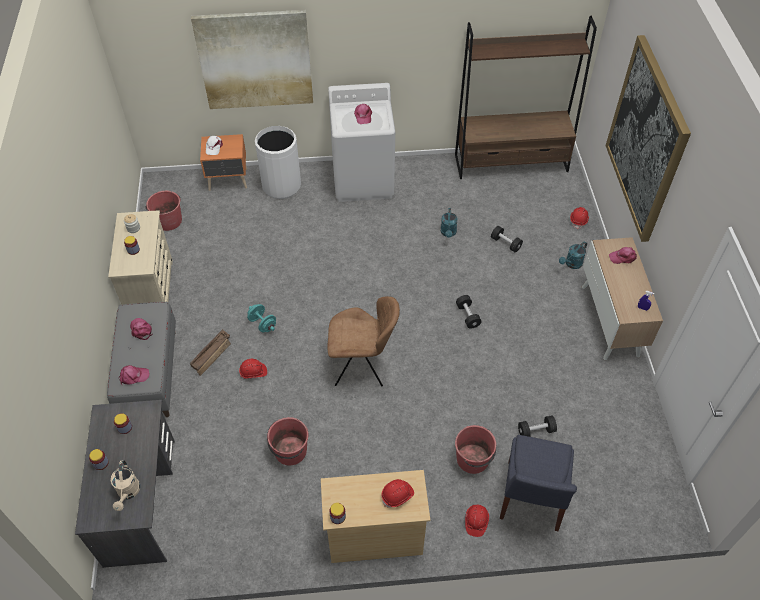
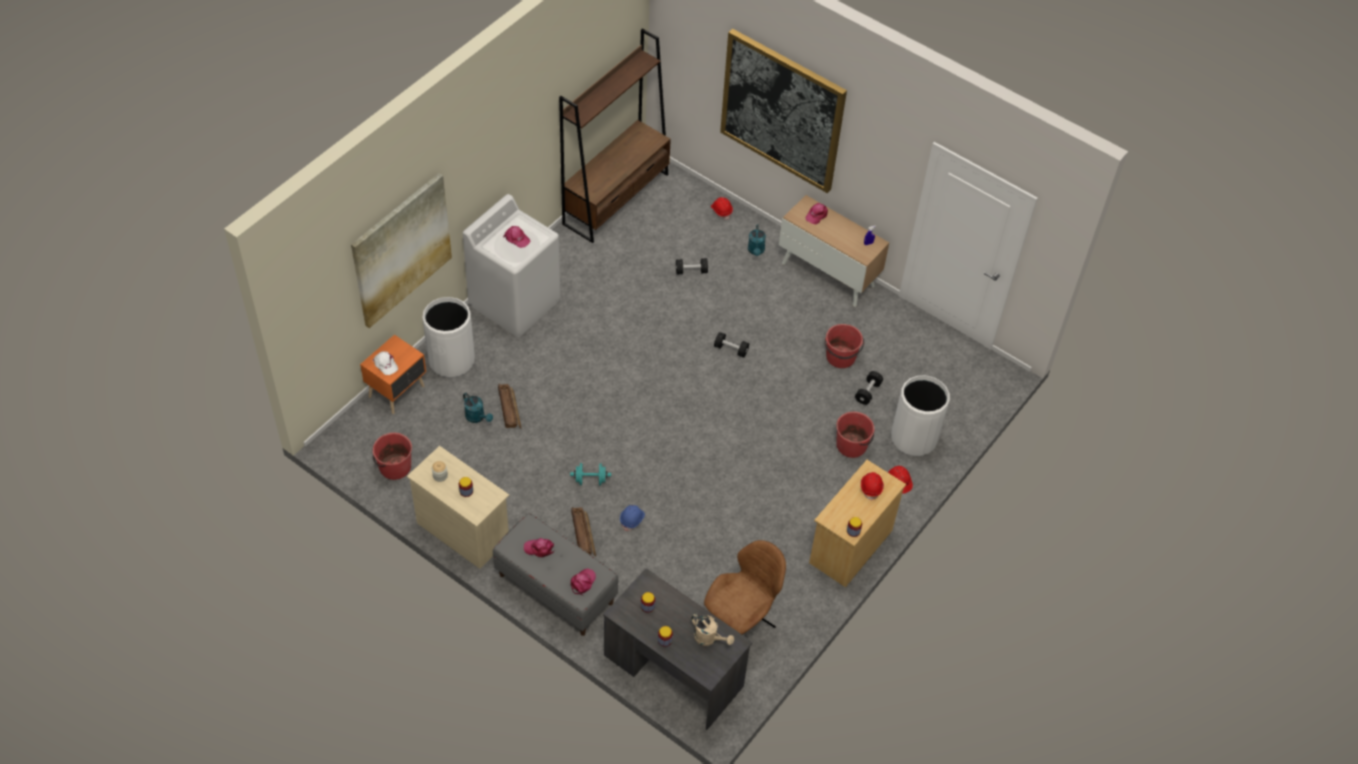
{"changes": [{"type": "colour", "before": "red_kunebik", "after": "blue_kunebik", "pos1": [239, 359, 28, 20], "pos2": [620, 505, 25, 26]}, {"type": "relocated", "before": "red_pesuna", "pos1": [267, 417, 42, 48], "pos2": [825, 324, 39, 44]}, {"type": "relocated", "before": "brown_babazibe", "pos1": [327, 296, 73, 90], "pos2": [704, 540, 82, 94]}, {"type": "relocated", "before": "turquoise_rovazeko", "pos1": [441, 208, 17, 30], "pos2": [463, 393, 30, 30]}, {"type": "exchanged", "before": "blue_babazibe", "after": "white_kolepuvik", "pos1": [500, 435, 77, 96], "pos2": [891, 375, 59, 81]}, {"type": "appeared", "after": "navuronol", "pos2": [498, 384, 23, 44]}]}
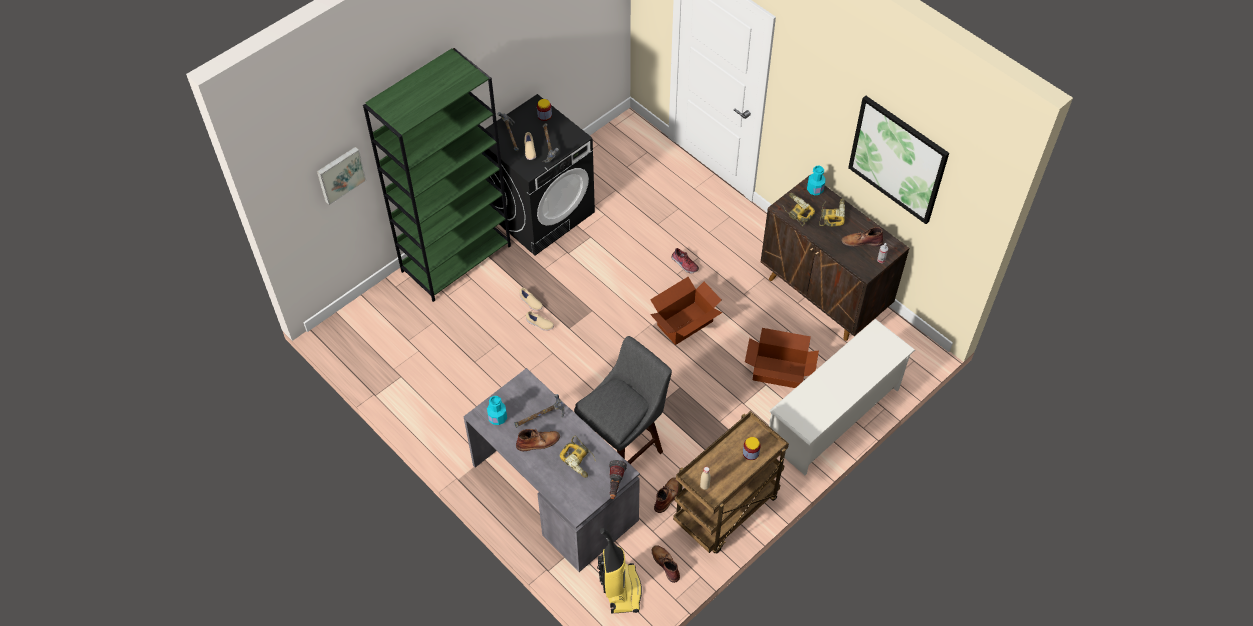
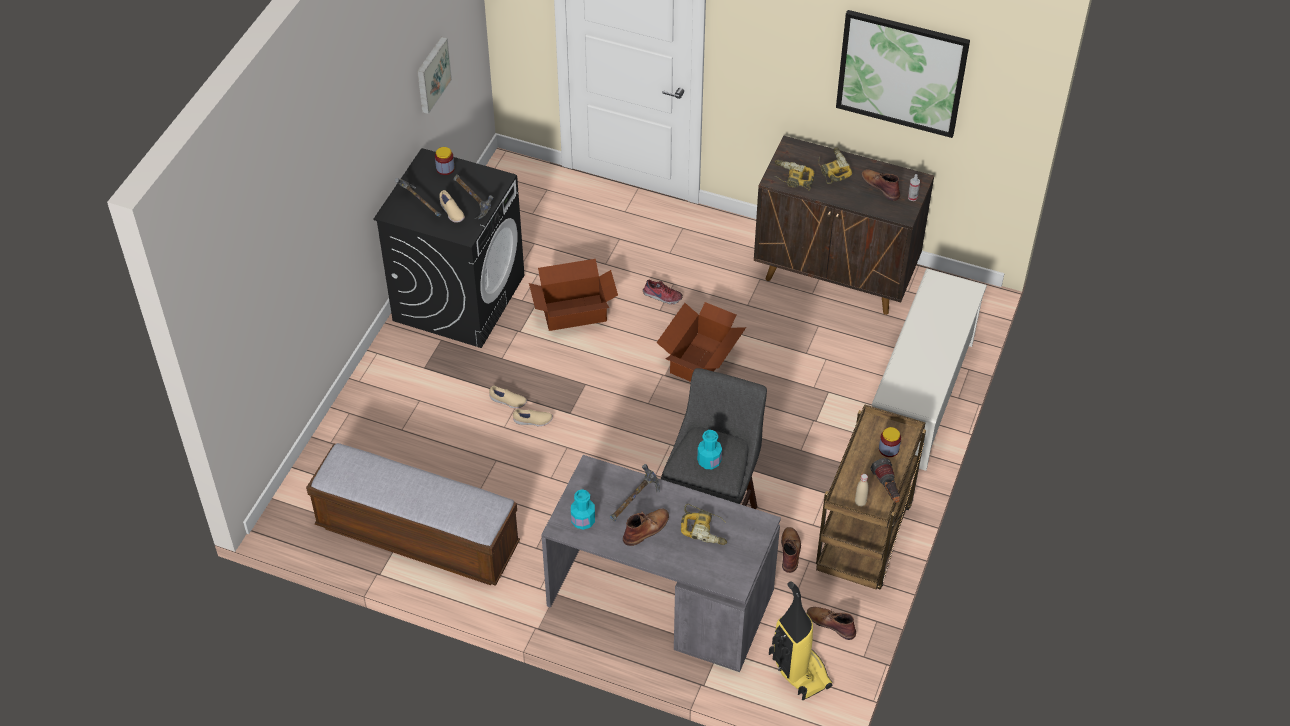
{"changes": [{"type": "relocated", "before": "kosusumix", "pos1": [317, 147, 50, 58], "pos2": [417, 37, 35, 77]}, {"type": "missing", "before": "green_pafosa", "pos1": [363, 48, 148, 254]}, {"type": "relocated", "before": "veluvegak", "pos1": [609, 460, 18, 39], "pos2": [870, 458, 30, 45]}, {"type": "relocated", "before": "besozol", "pos1": [745, 328, 74, 60], "pos2": [529, 259, 89, 72]}, {"type": "relocated", "before": "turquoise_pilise", "pos1": [807, 165, 19, 30], "pos2": [697, 430, 25, 39]}, {"type": "spun", "before": "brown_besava", "pos1": [841, 227, 42, 20], "pos2": [862, 169, 38, 32], "turn": 75}, {"type": "appeared", "after": "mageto", "pos2": [306, 443, 214, 143]}]}
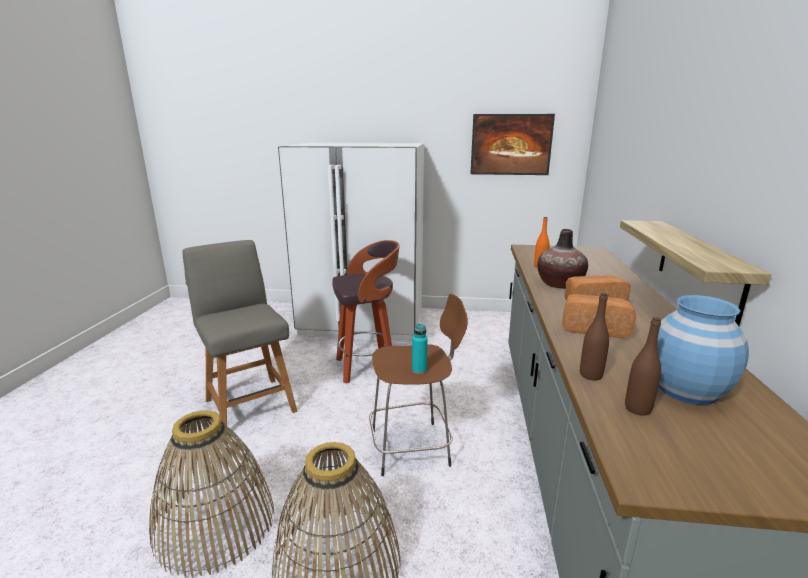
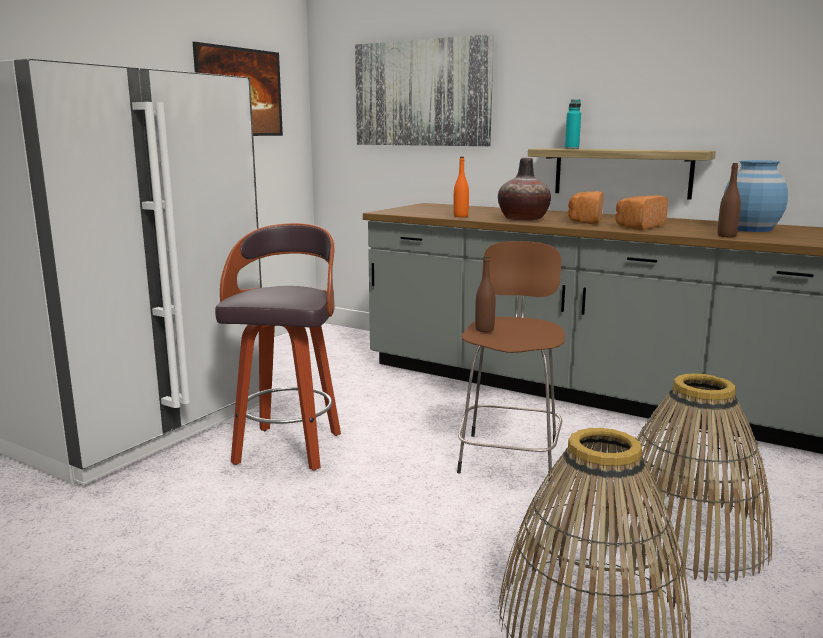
{"changes": [{"type": "missing", "before": "grey_babazibe", "pos1": [183, 240, 114, 186]}, {"type": "relocated", "before": "turquoise_pilise", "pos1": [412, 324, 15, 50], "pos2": [565, 99, 16, 50]}, {"type": "relocated", "before": "brown_pilise", "pos1": [625, 317, 36, 99], "pos2": [475, 256, 21, 76]}, {"type": "appeared", "after": "kosusumix", "pos2": [355, 34, 139, 112]}]}
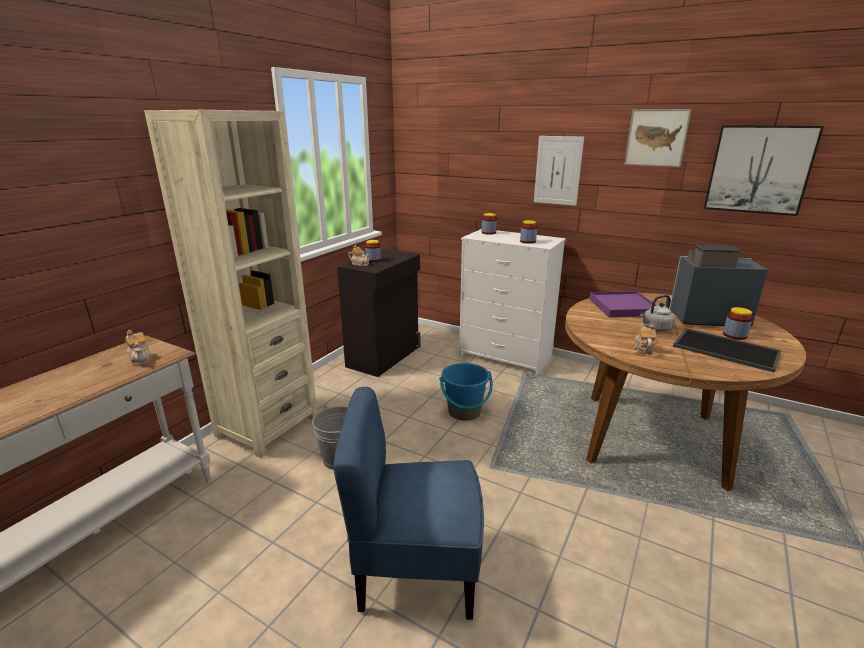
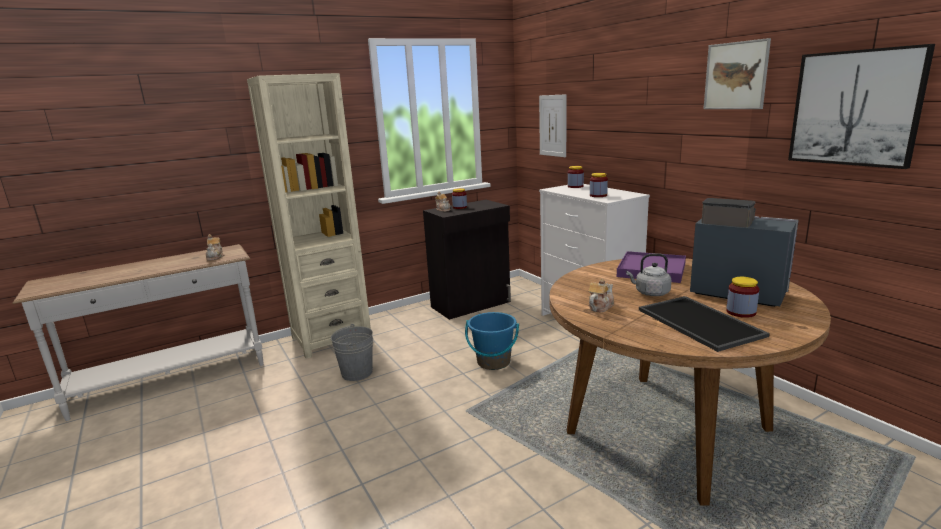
{"changes": [{"type": "missing", "before": "blue_babazibe", "pos1": [333, 387, 151, 233]}, {"type": "relocated", "before": "kosusumix", "pos1": [534, 136, 50, 70], "pos2": [539, 94, 28, 63]}]}
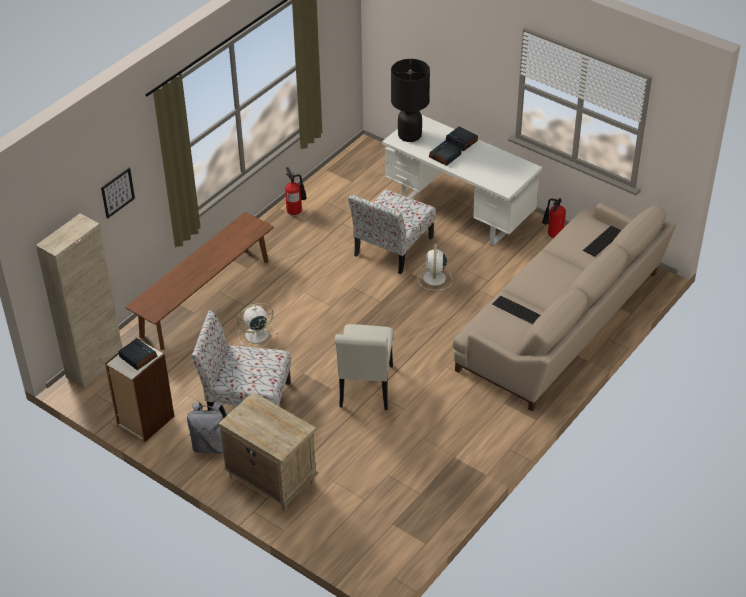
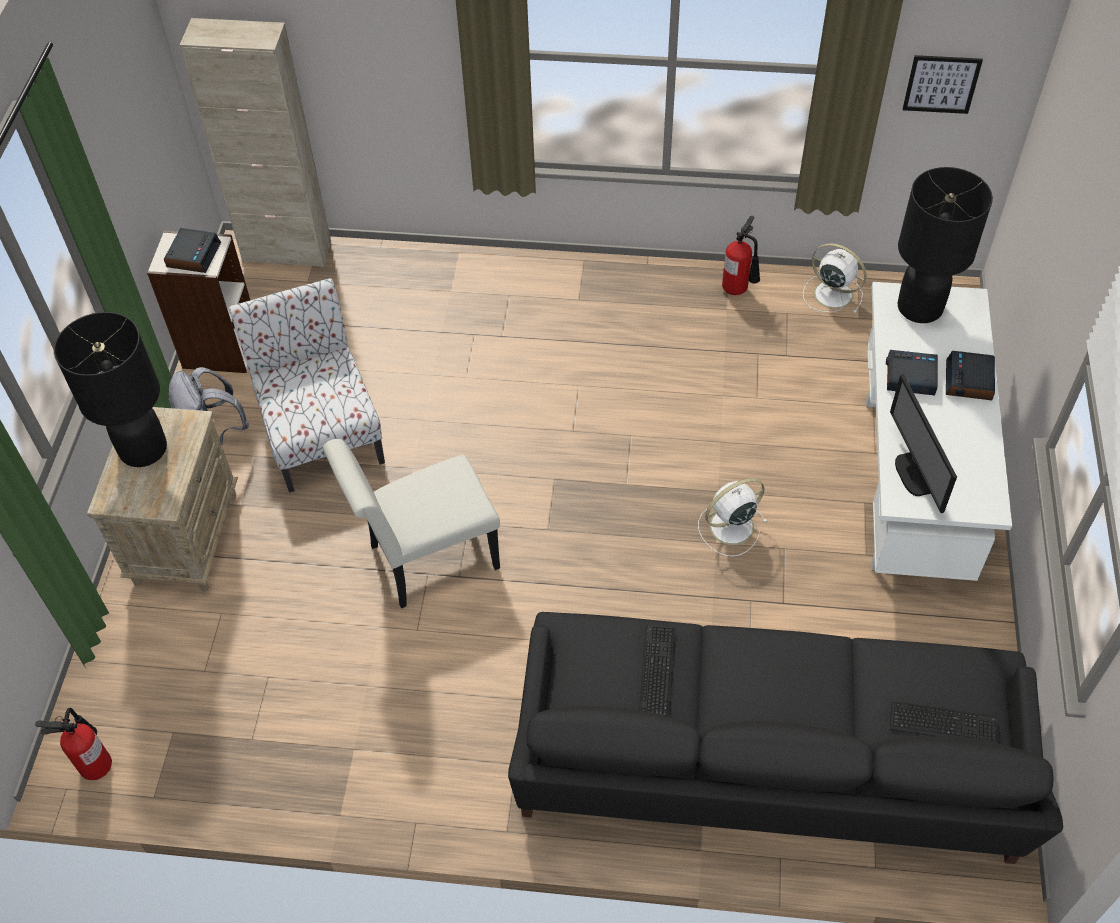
{"changes": [{"type": "relocated", "before": "kosusumix", "pos1": [101, 168, 34, 51], "pos2": [903, 55, 80, 59]}, {"type": "missing", "before": "brown_mageto", "pos1": [125, 212, 149, 138]}, {"type": "relocated", "before": "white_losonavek", "pos1": [237, 303, 41, 45], "pos2": [803, 243, 63, 70]}, {"type": "missing", "before": "babazibe", "pos1": [348, 190, 88, 84]}, {"type": "colour", "before": "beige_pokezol", "after": "black_pokezol", "pos1": [453, 203, 223, 208], "pos2": [508, 612, 555, 252]}, {"type": "relocated", "before": "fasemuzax", "pos1": [542, 198, 24, 40], "pos2": [35, 708, 77, 72]}, {"type": "appeared", "after": "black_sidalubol", "pos2": [54, 312, 113, 155]}, {"type": "appeared", "after": "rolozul", "pos2": [890, 374, 67, 139]}]}
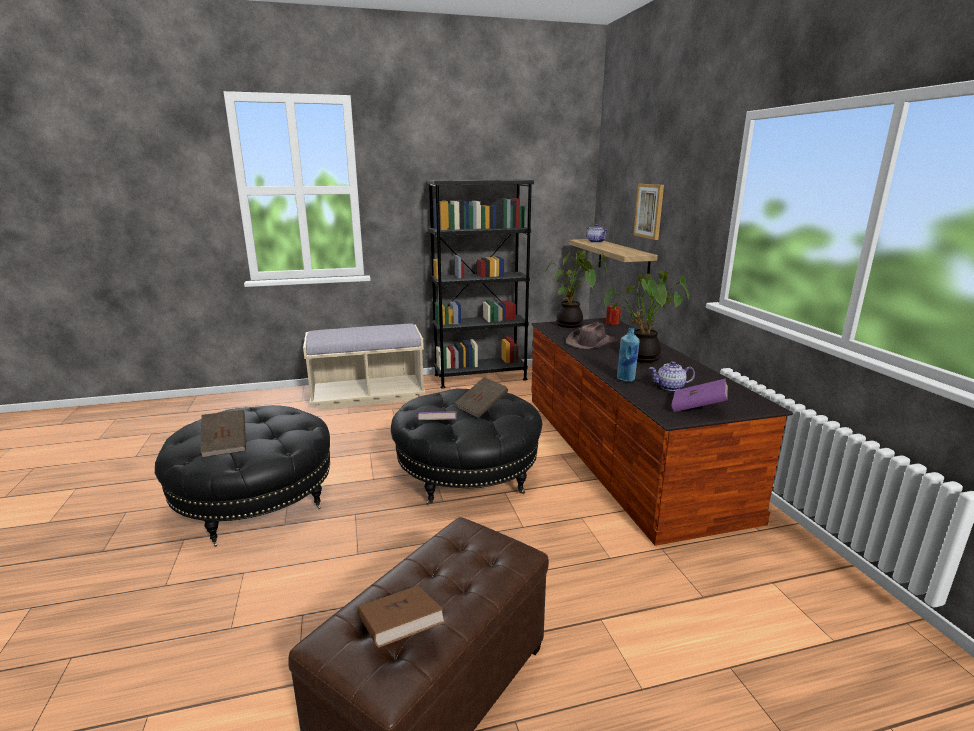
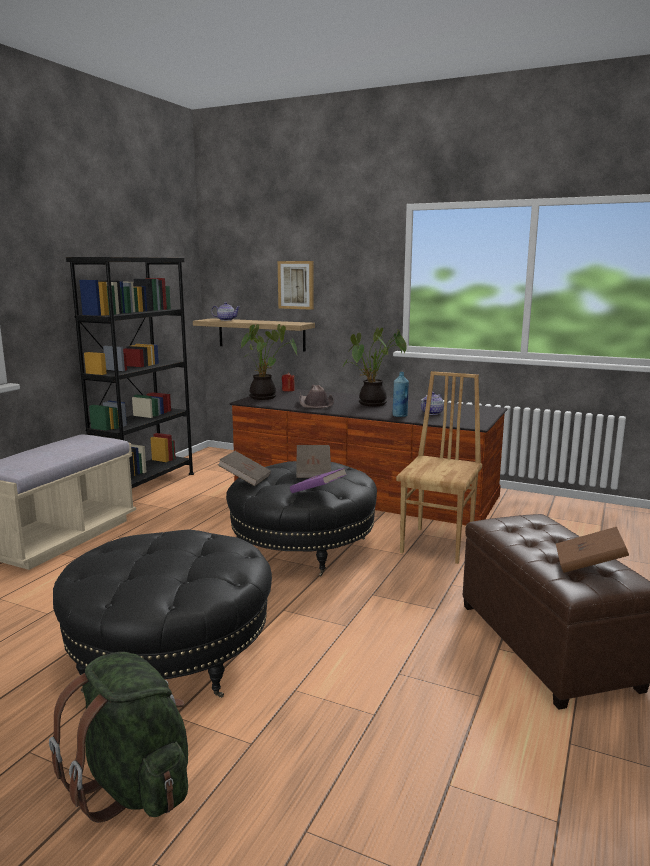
{"changes": [{"type": "relocated", "before": "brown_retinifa", "pos1": [200, 410, 46, 48], "pos2": [218, 451, 53, 35]}, {"type": "missing", "before": "purple_retinifa", "pos1": [672, 379, 56, 33]}, {"type": "appeared", "after": "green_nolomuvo", "pos2": [49, 652, 139, 171]}, {"type": "appeared", "after": "brown_babazibe", "pos2": [396, 371, 86, 193]}]}
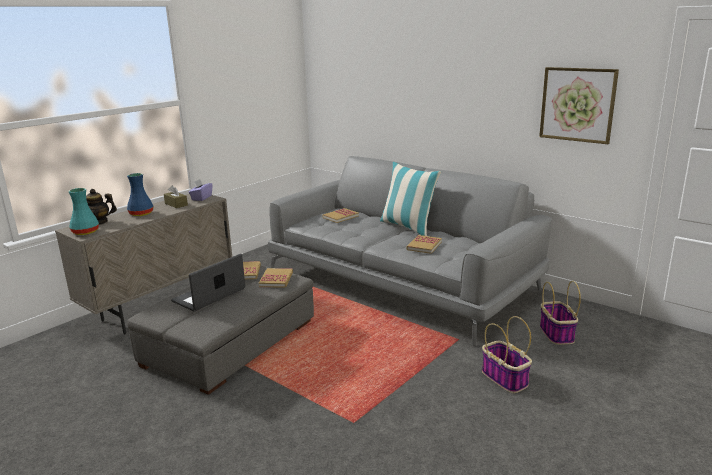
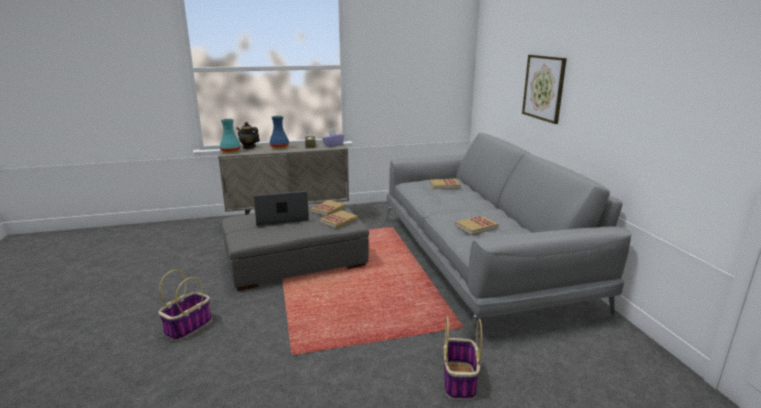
{"changes": [{"type": "missing", "before": "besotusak", "pos1": [380, 162, 61, 74]}, {"type": "relocated", "before": "kosusumix", "pos1": [539, 67, 80, 77], "pos2": [522, 55, 45, 69]}, {"type": "relocated", "before": "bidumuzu", "pos1": [540, 281, 41, 64], "pos2": [158, 270, 54, 71]}]}
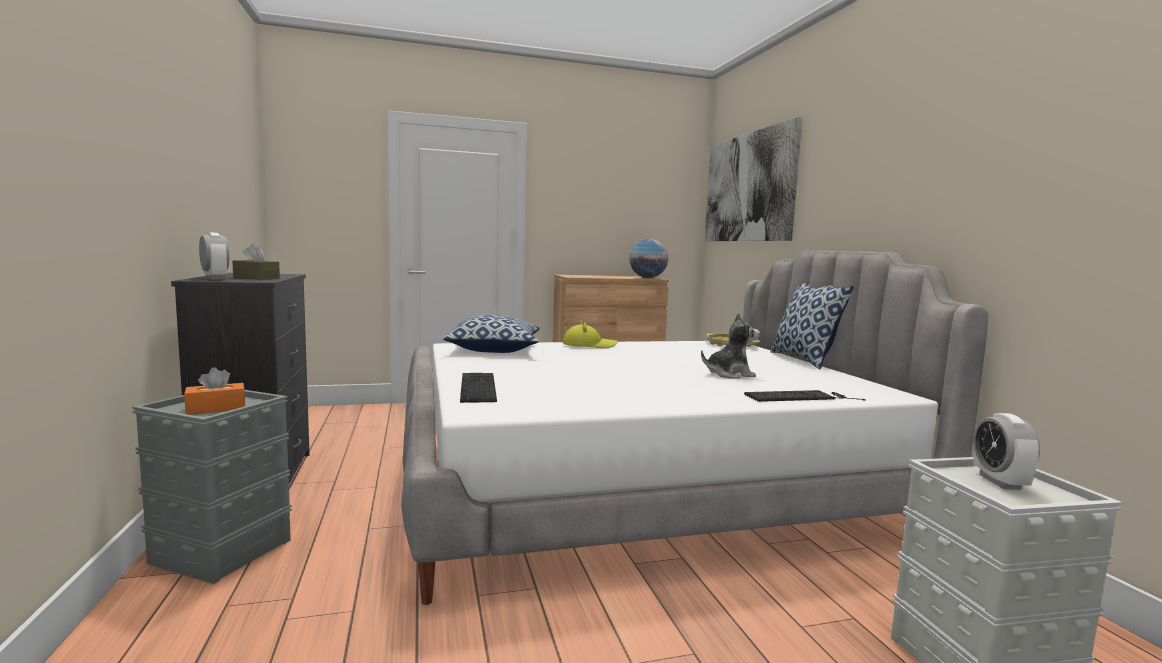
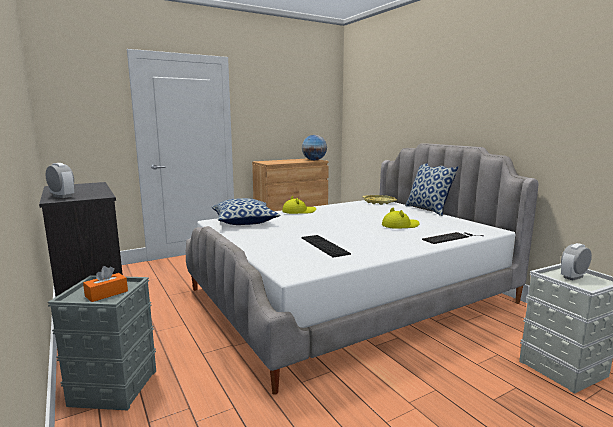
{"changes": [{"type": "missing", "before": "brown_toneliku", "pos1": [232, 244, 48, 36]}, {"type": "relocated", "before": "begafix", "pos1": [460, 373, 37, 30], "pos2": [301, 235, 50, 22]}, {"type": "exchanged", "before": "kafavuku", "after": "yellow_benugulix", "pos1": [701, 313, 59, 66], "pos2": [382, 207, 38, 22]}, {"type": "missing", "before": "kosusumix", "pos1": [704, 117, 98, 124]}, {"type": "spun", "before": "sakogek", "pos1": [974, 413, 66, 77], "pos2": [561, 243, 31, 38], "turn": 75}]}
